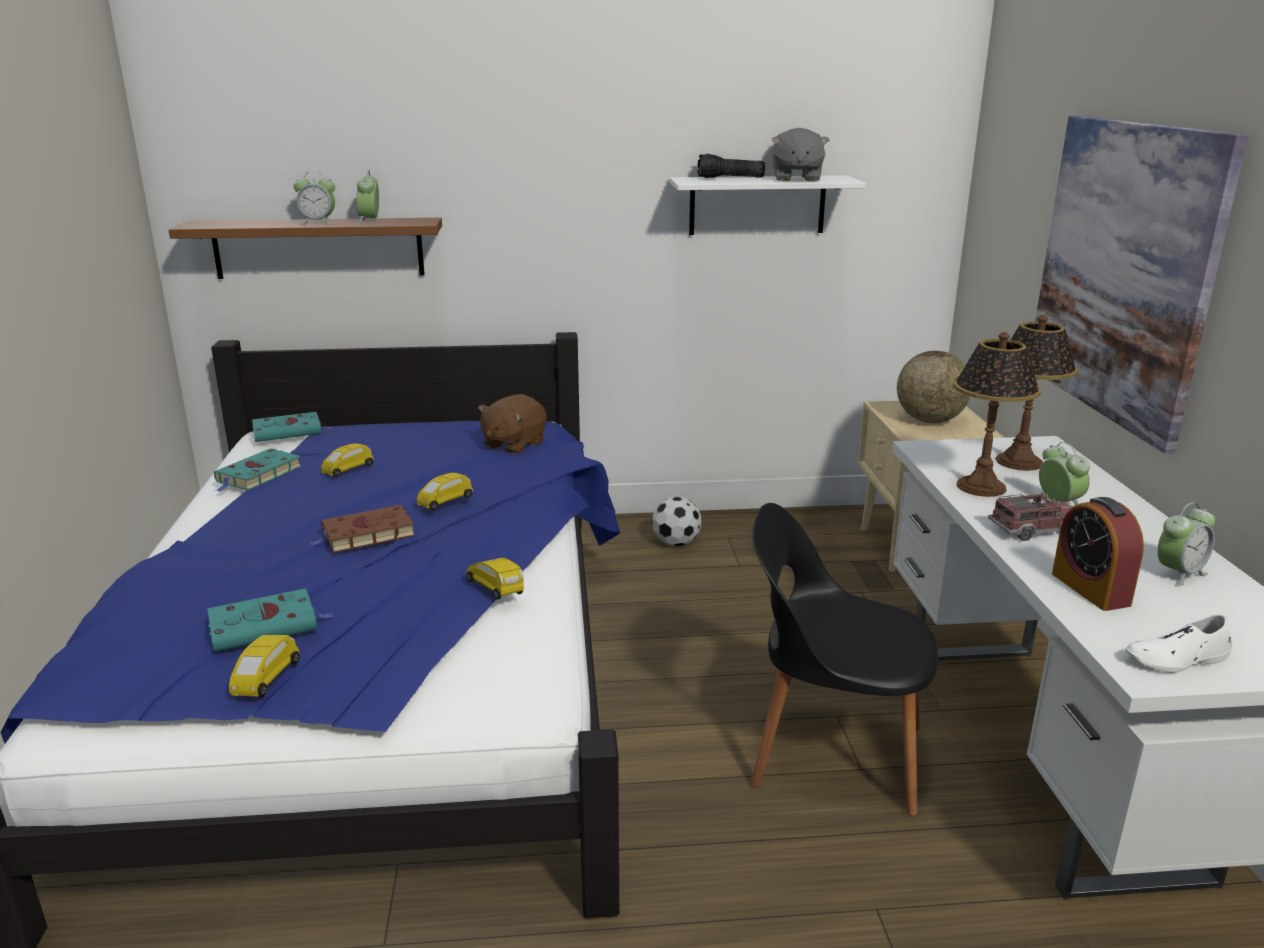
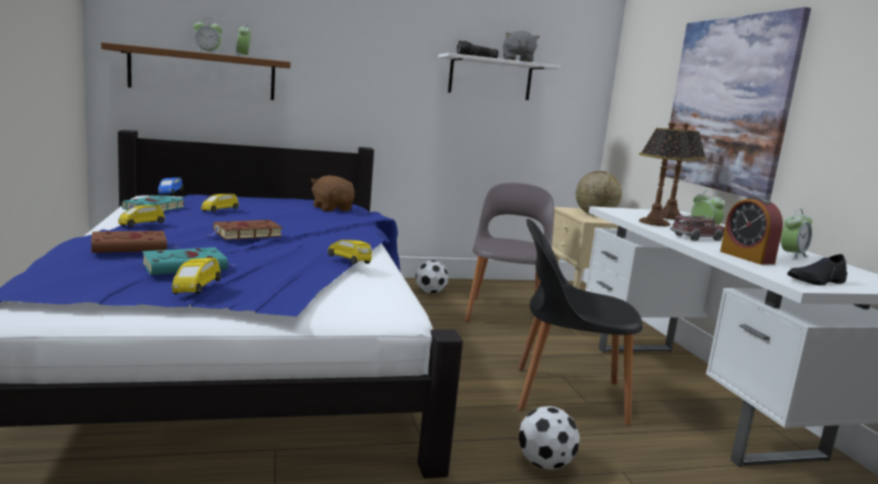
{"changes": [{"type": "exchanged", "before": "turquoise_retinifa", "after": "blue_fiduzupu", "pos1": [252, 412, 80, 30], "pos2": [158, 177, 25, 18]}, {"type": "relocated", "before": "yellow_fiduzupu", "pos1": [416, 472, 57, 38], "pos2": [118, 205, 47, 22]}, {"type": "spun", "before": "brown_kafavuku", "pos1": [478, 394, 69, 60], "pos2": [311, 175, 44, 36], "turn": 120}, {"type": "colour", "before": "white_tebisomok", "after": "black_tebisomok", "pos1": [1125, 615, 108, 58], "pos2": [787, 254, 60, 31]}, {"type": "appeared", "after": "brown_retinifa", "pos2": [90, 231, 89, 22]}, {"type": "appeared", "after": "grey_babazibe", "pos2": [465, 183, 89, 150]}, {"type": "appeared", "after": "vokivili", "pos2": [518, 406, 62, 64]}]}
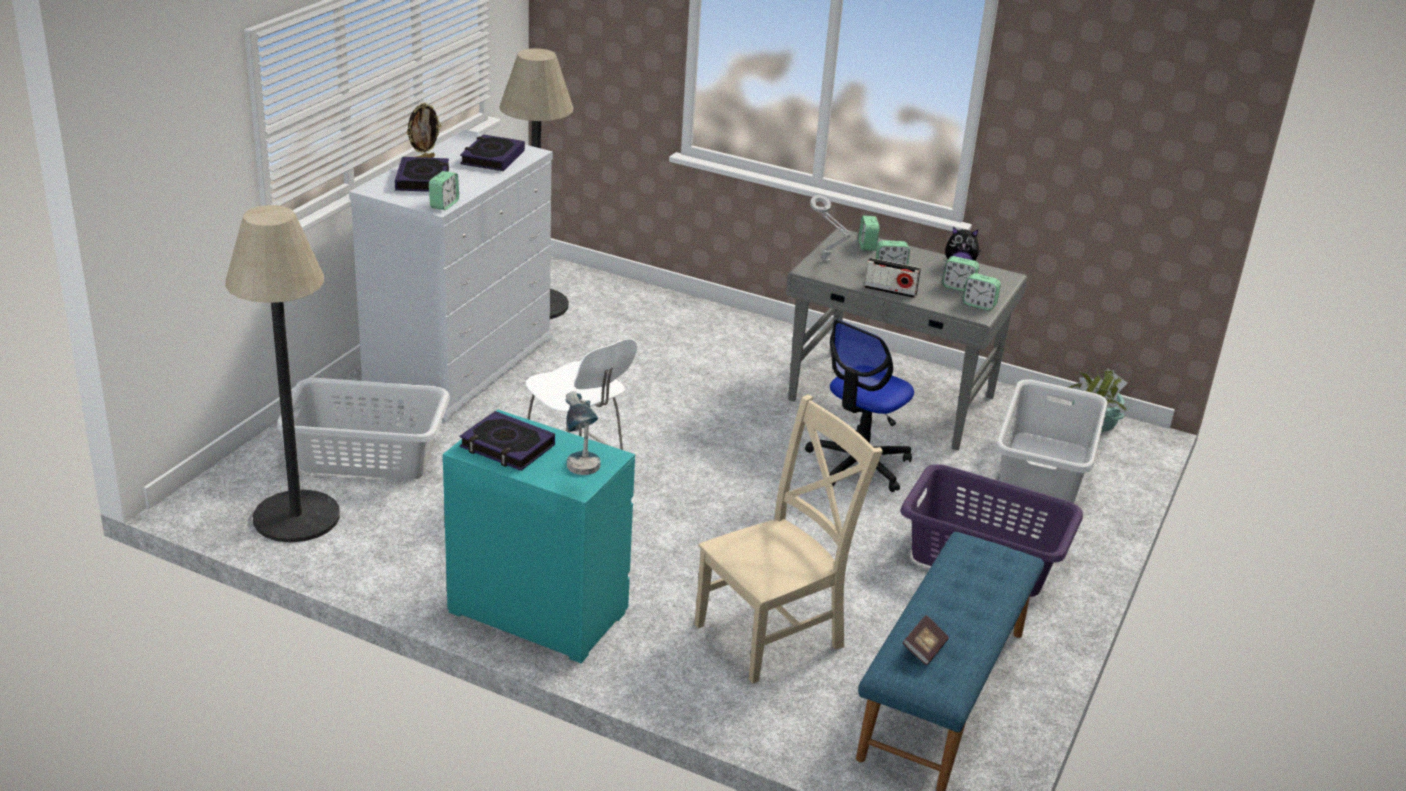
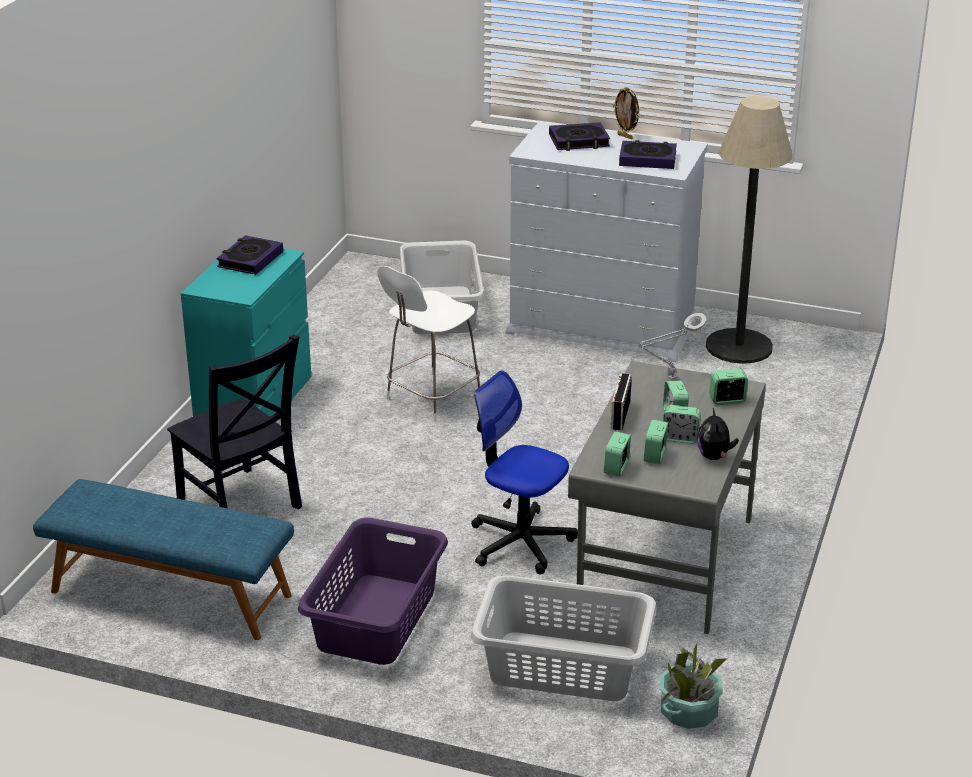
{"changes": [{"type": "missing", "before": "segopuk", "pos1": [225, 205, 115, 337]}, {"type": "relocated", "before": "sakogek", "pos1": [429, 171, 30, 39], "pos2": [663, 405, 38, 38]}, {"type": "missing", "before": "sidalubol", "pos1": [565, 391, 36, 84]}, {"type": "colour", "before": "beige_babazibe", "after": "black_babazibe", "pos1": [694, 394, 189, 290], "pos2": [167, 334, 135, 175]}, {"type": "missing", "before": "retinifa", "pos1": [903, 615, 46, 50]}]}
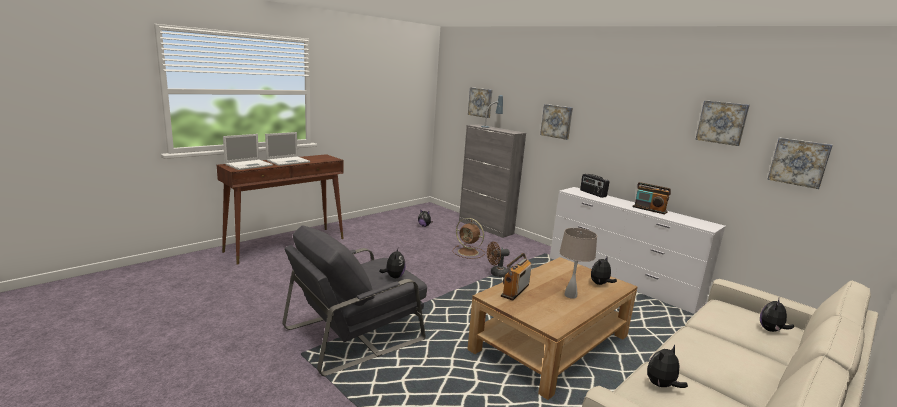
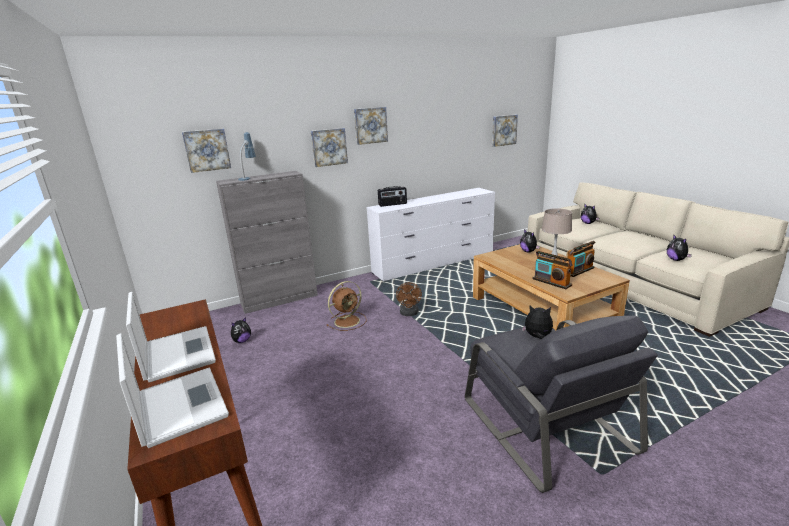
{"changes": [{"type": "relocated", "before": "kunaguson", "pos1": [632, 182, 39, 32], "pos2": [566, 241, 29, 36]}, {"type": "relocated", "before": "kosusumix", "pos1": [695, 100, 55, 46], "pos2": [354, 107, 34, 38]}]}
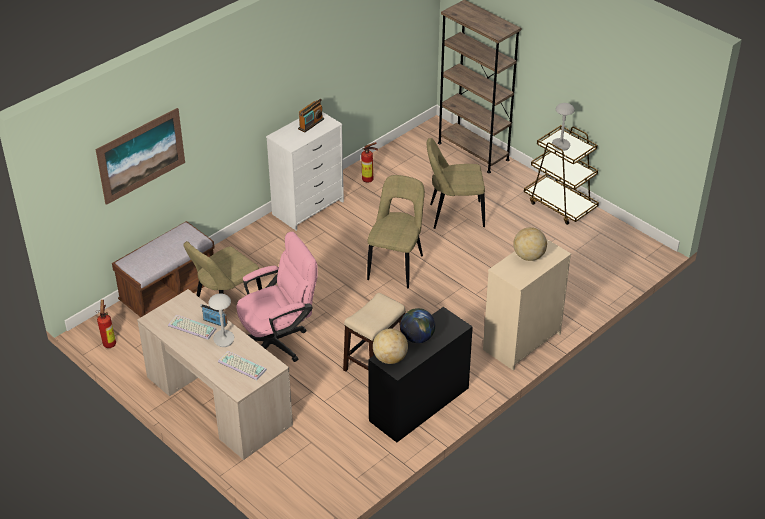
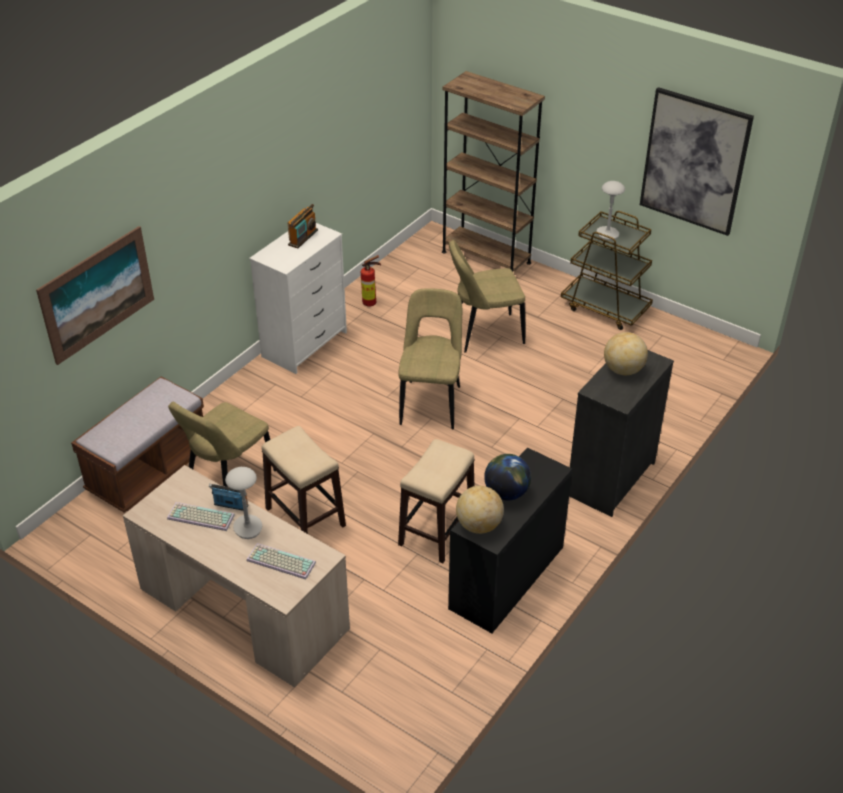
{"changes": [{"type": "missing", "before": "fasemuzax", "pos1": [96, 300, 20, 48]}, {"type": "exchanged", "before": "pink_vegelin", "after": "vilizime", "pos1": [236, 232, 82, 130], "pos2": [262, 426, 84, 108]}, {"type": "colour", "before": "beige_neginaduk", "after": "black_neginaduk", "pos1": [483, 239, 88, 132], "pos2": [569, 350, 105, 167]}, {"type": "appeared", "after": "kosusumix", "pos2": [640, 87, 114, 149]}]}
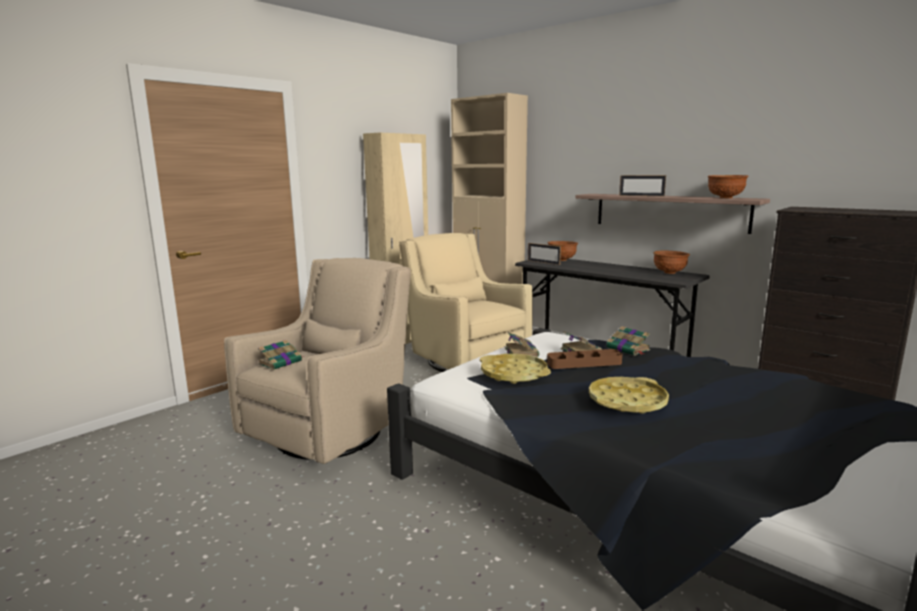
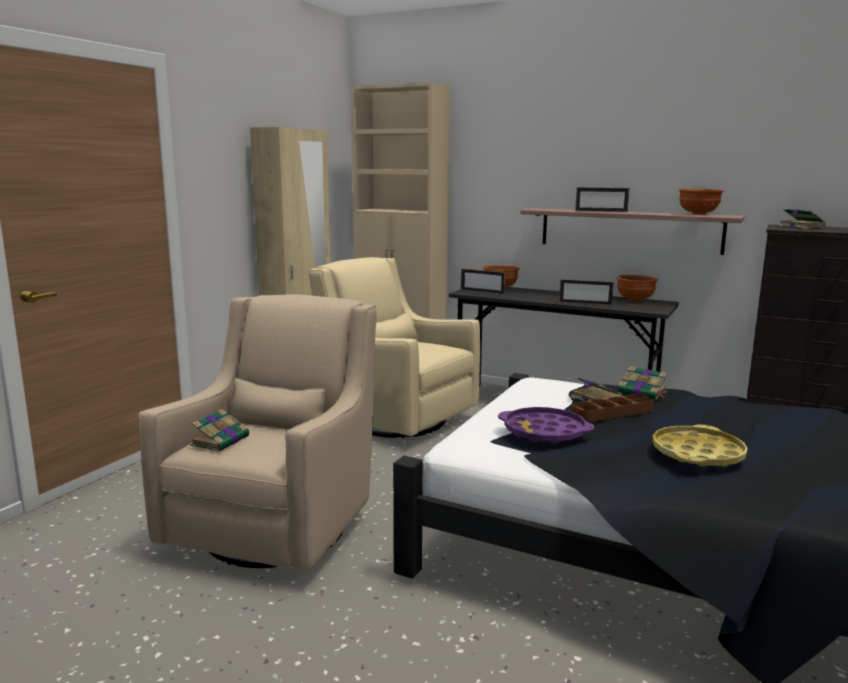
{"changes": [{"type": "colour", "before": "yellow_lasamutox", "after": "purple_lasamutox", "pos1": [480, 354, 71, 30], "pos2": [498, 407, 96, 37]}, {"type": "relocated", "before": "retinifa", "pos1": [505, 332, 34, 25], "pos2": [779, 208, 47, 21]}, {"type": "appeared", "after": "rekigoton", "pos2": [559, 279, 55, 27]}]}
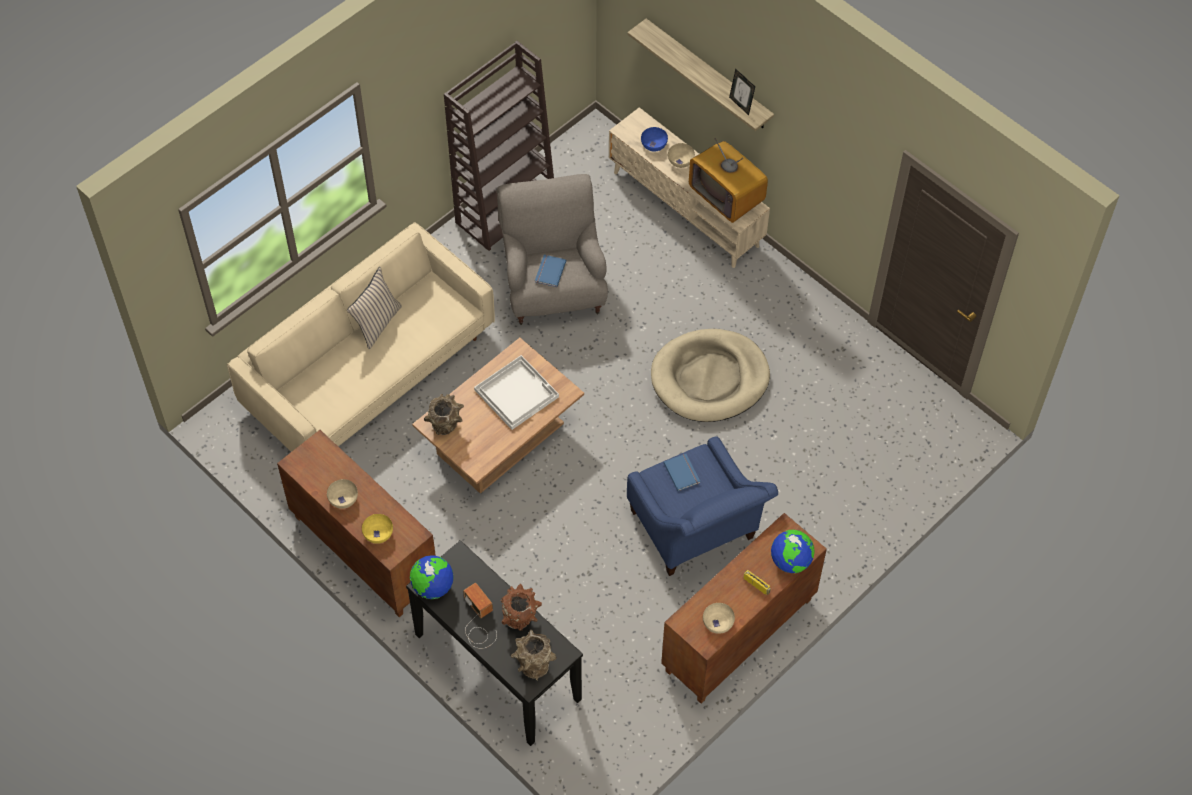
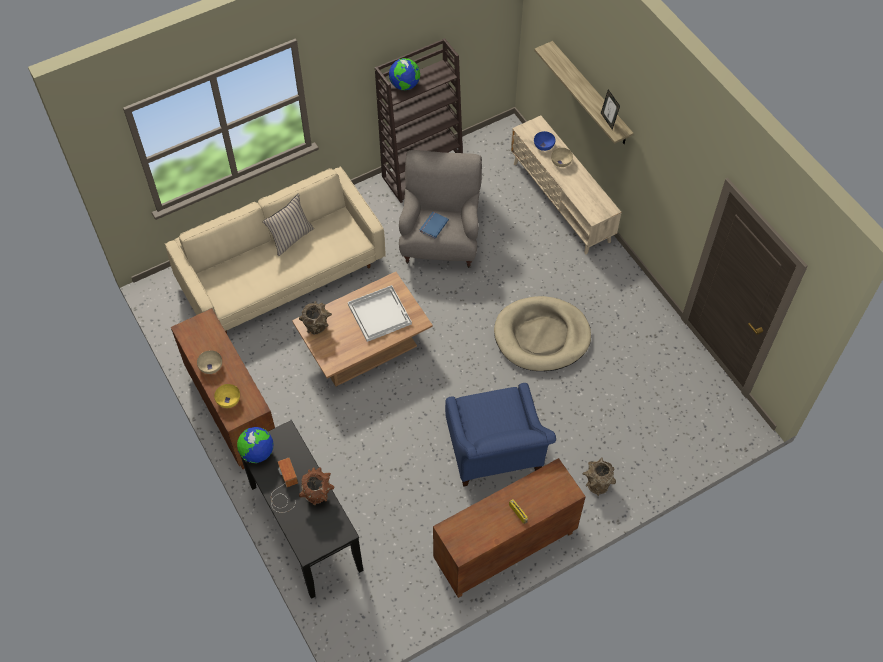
{"changes": [{"type": "relocated", "before": "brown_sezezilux", "pos1": [511, 630, 46, 51], "pos2": [583, 457, 33, 39]}, {"type": "missing", "before": "blue_retinifa", "pos1": [664, 454, 37, 37]}, {"type": "missing", "before": "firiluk", "pos1": [689, 138, 79, 85]}, {"type": "missing", "before": "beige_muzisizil", "pos1": [703, 603, 32, 31]}, {"type": "relocated", "before": "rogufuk", "pos1": [771, 530, 44, 43], "pos2": [389, 58, 31, 32]}]}
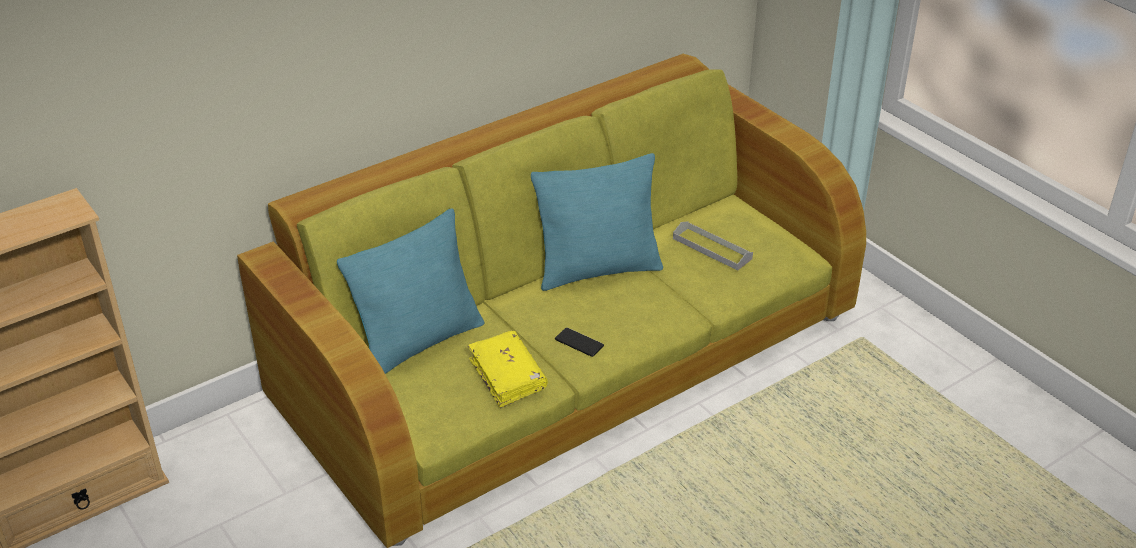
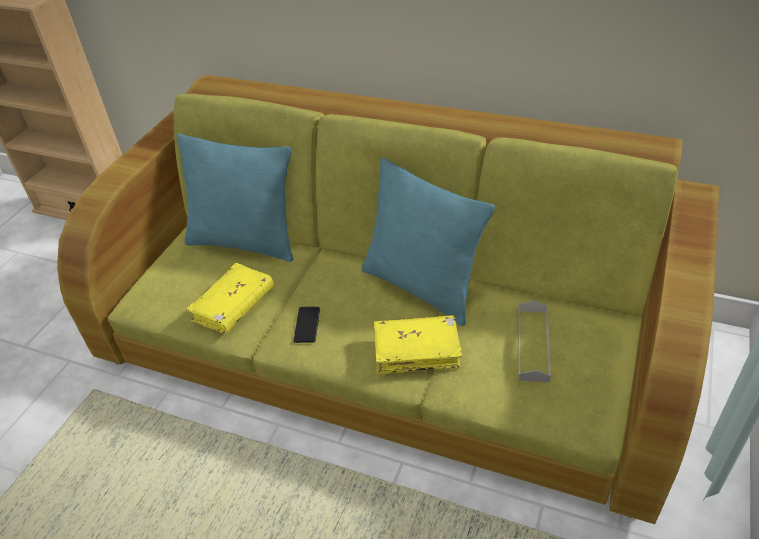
{"changes": [{"type": "appeared", "after": "yellow_retinifa", "pos2": [374, 315, 88, 60]}]}
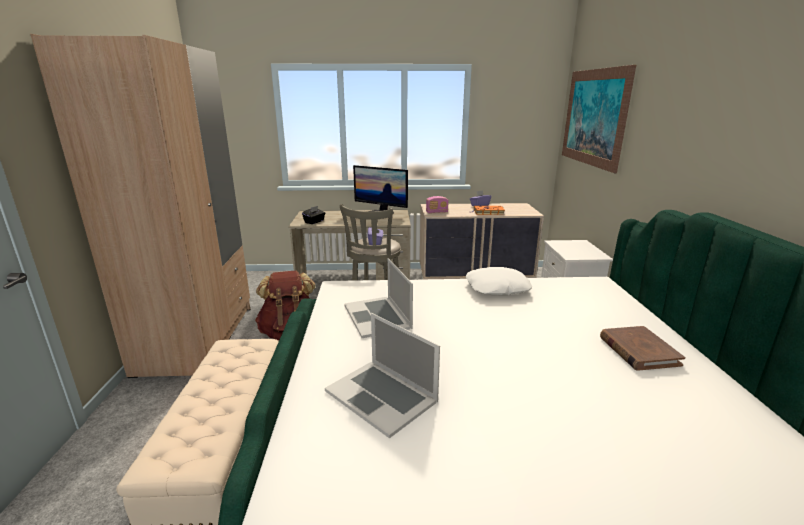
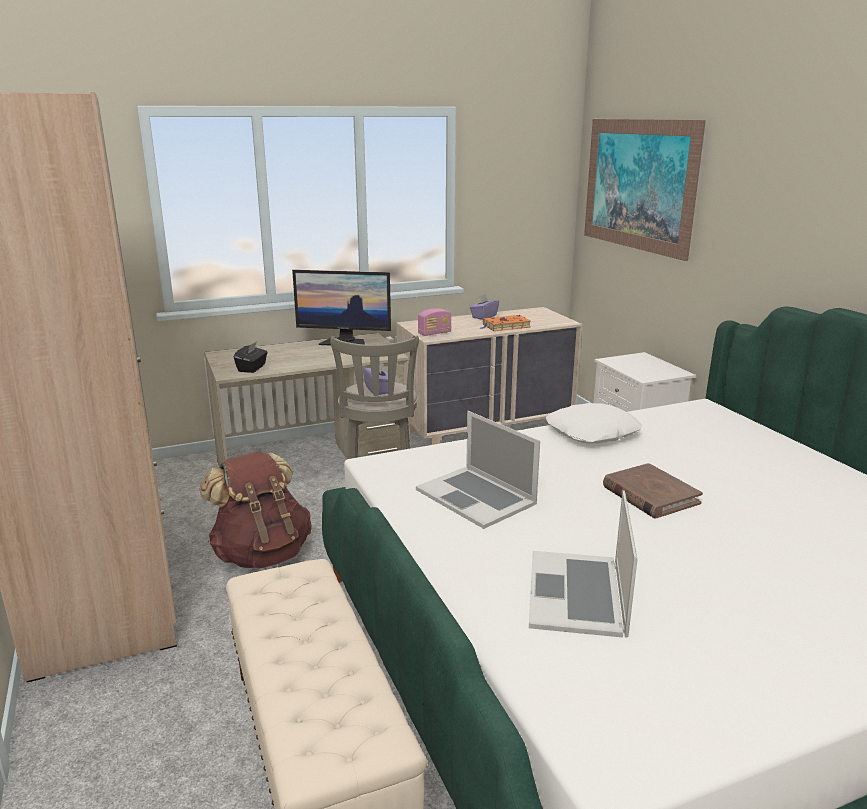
{"changes": [{"type": "spun", "before": "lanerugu", "pos1": [325, 313, 115, 125], "pos2": [529, 490, 108, 148], "turn": 75}, {"type": "relocated", "before": "brown_retinifa", "pos1": [600, 326, 85, 45], "pos2": [603, 463, 100, 55]}]}
